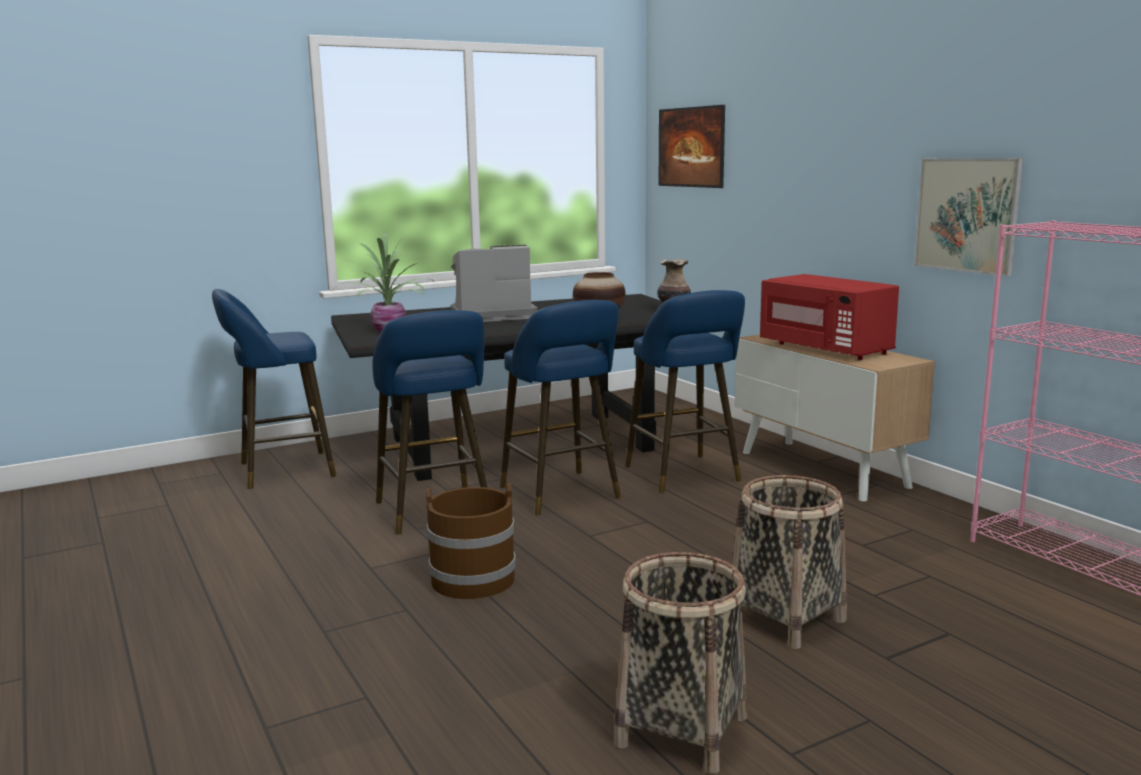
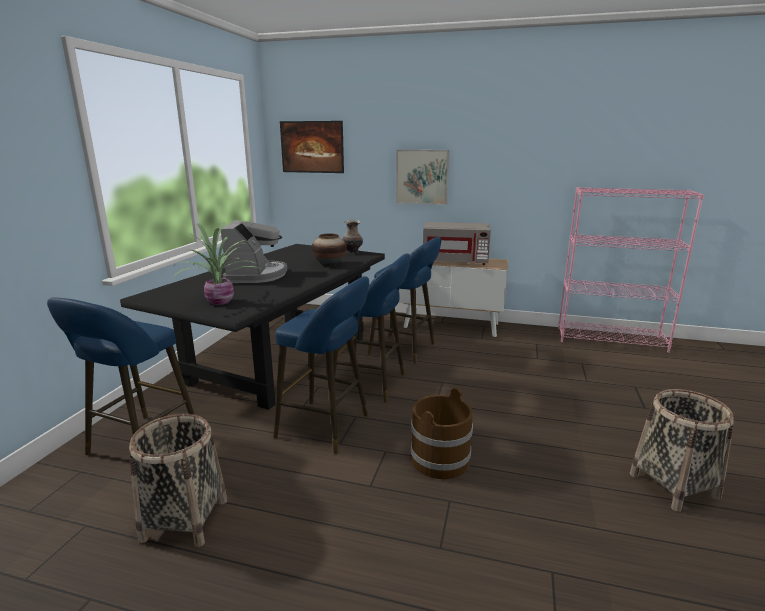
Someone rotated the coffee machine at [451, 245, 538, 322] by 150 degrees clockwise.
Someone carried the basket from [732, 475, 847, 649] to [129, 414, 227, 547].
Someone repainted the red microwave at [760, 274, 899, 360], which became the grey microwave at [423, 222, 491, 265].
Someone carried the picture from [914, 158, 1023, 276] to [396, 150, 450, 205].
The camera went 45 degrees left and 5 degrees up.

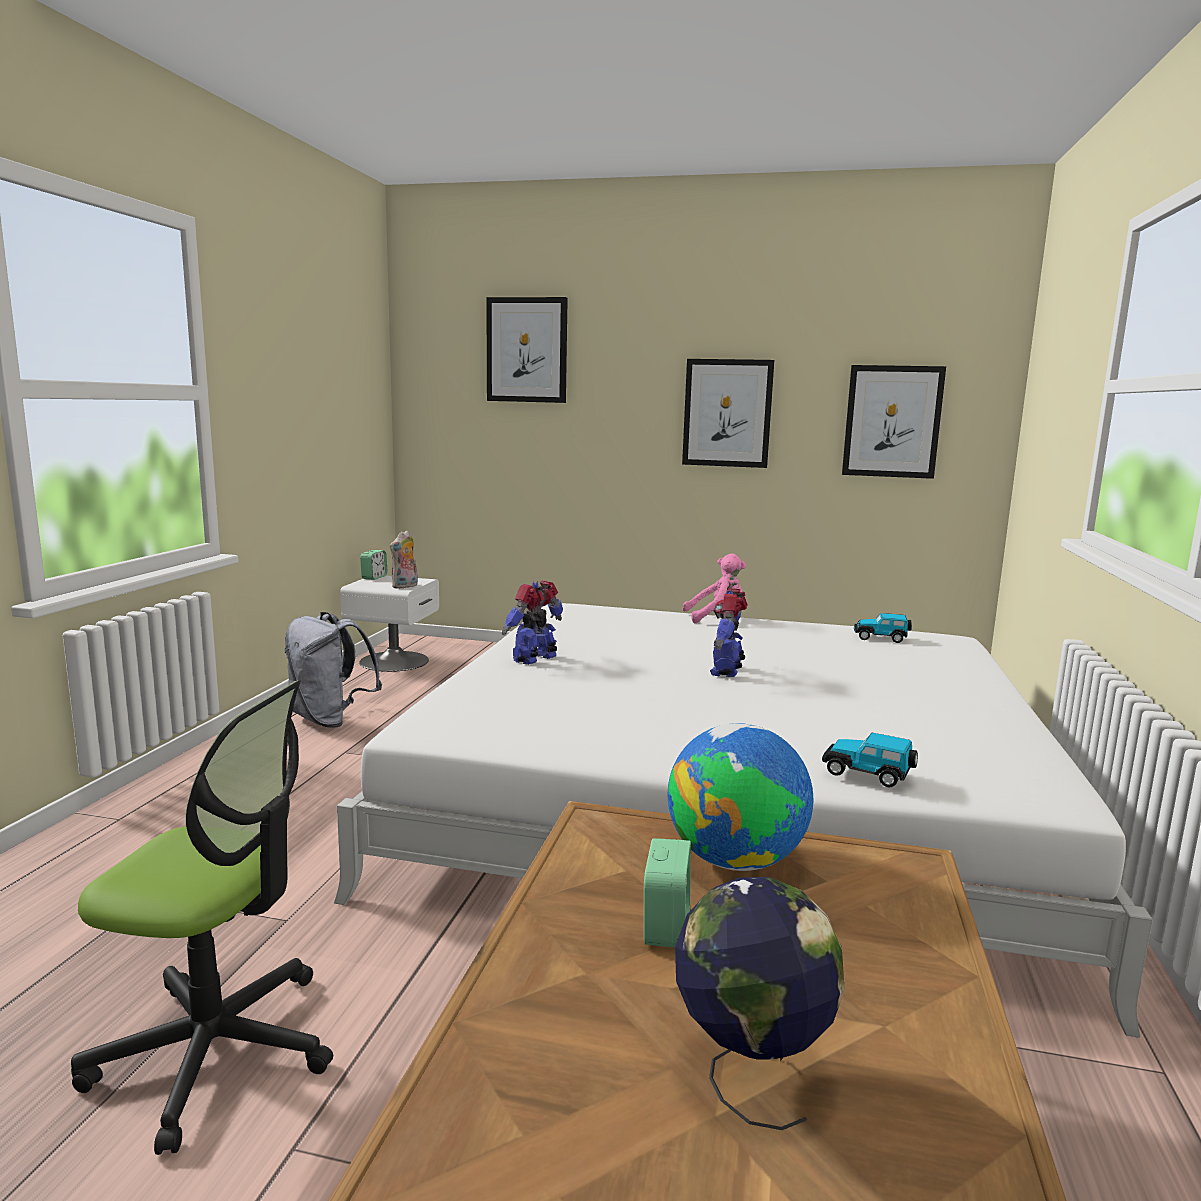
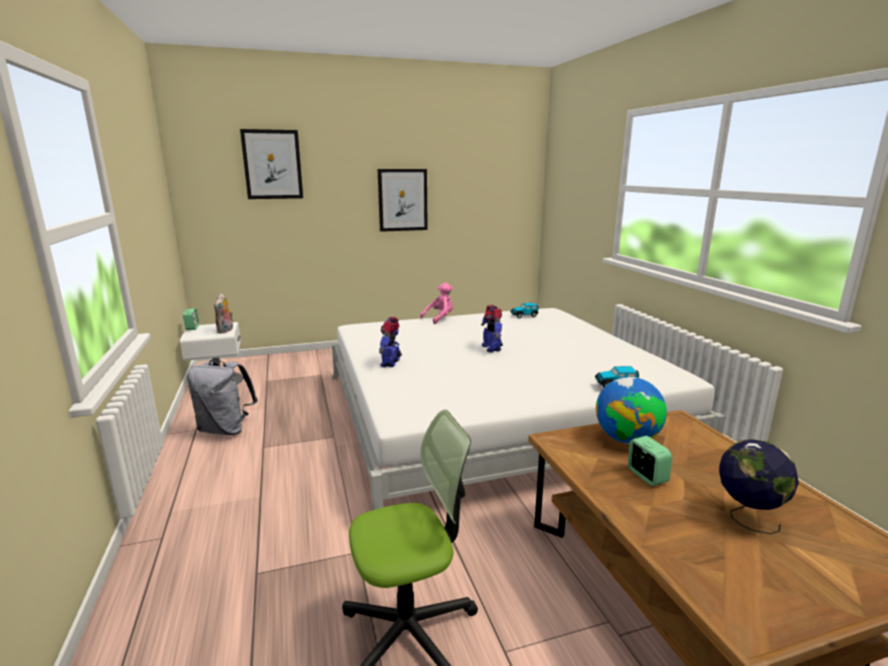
Someone took away the picture at [842, 365, 946, 479].
The camera went 30 degrees left and 5 degrees up.

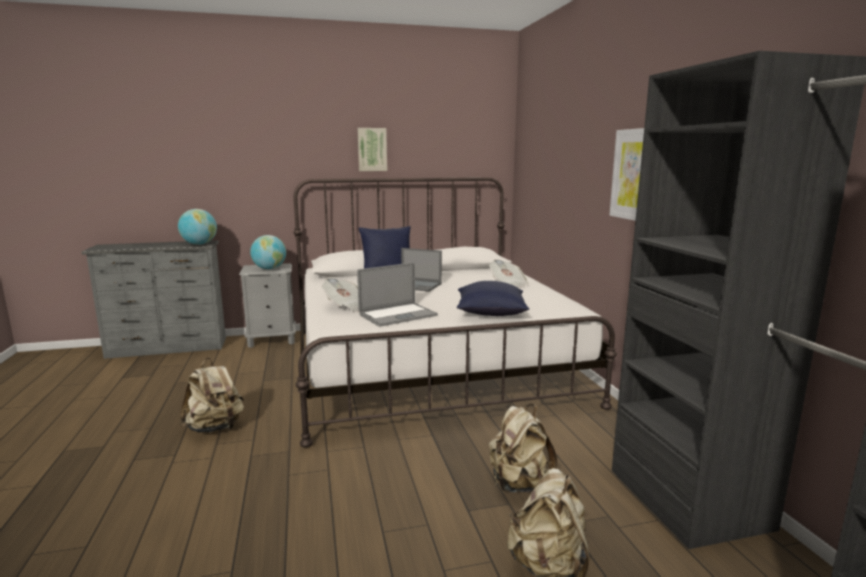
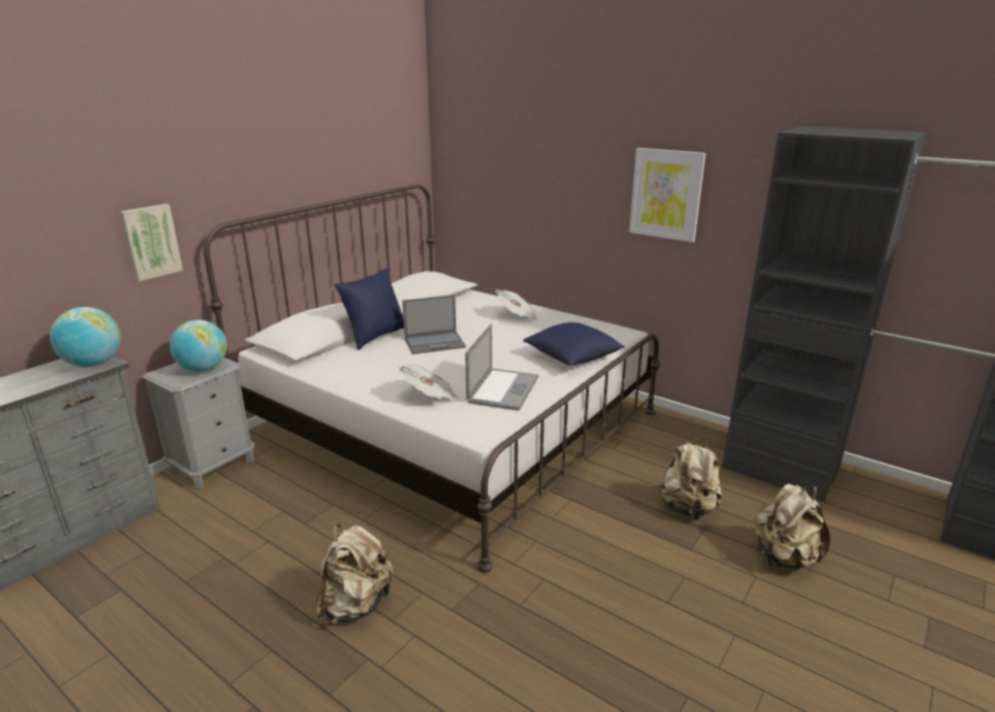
Someone carried the picture from [357, 128, 387, 171] to [119, 204, 183, 281].
The camera went 40 degrees left and 10 degrees up.

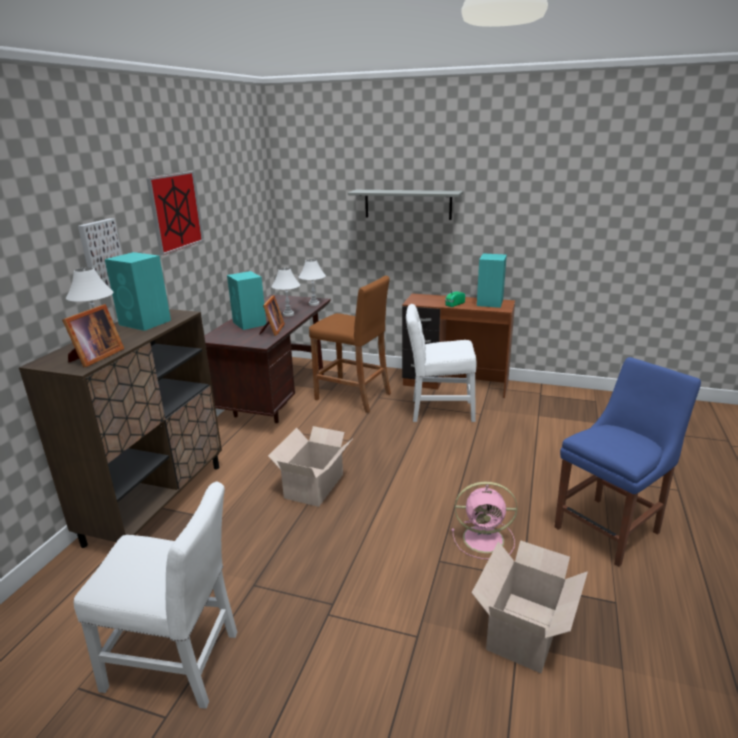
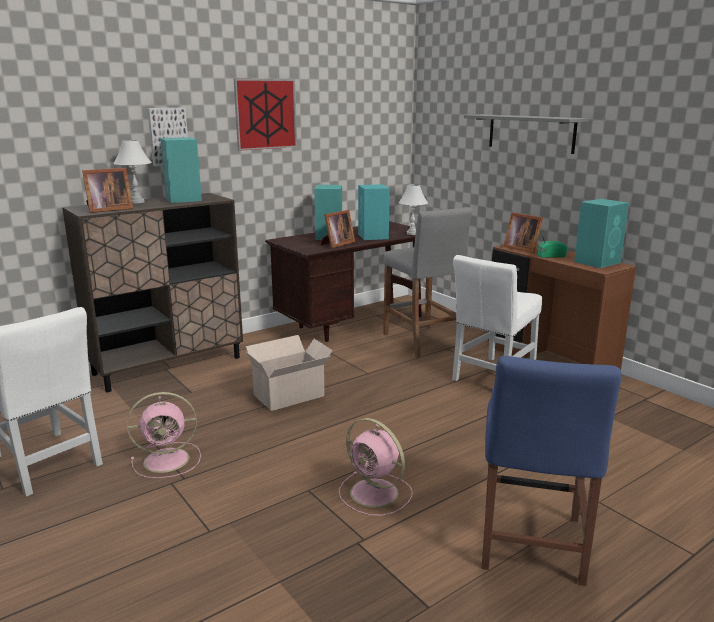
Someone swapped the white table lamp at [272, 268, 300, 317] for the turquoise speaker at [358, 184, 390, 240].
Someone repainted the brown stool at [309, 276, 391, 413], which became the grey stool at [383, 207, 472, 358].
Someone rotated the white chair at [406, 304, 477, 422] by 90 degrees counterclockwise.
Someone took away the cardboard box at [472, 540, 588, 674].
Someone rotated the blue chair at [555, 357, 701, 567] by 105 degrees clockwise.
Someone put down the pink fan at [127, 392, 201, 478].
Someone put down the picture frame at [503, 212, 543, 253].
The camera went 35 degrees right and 5 degrees down.

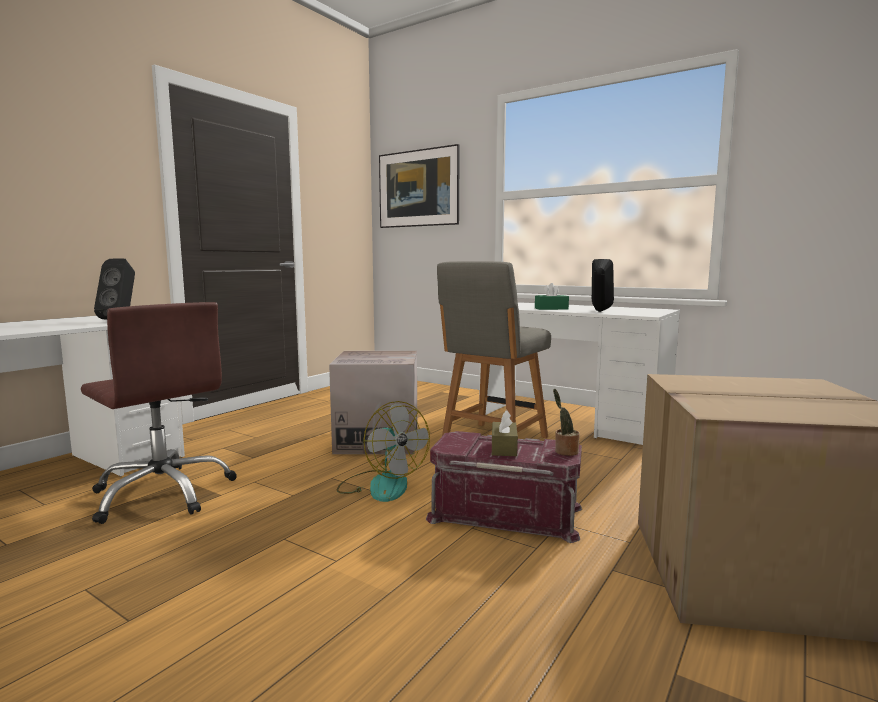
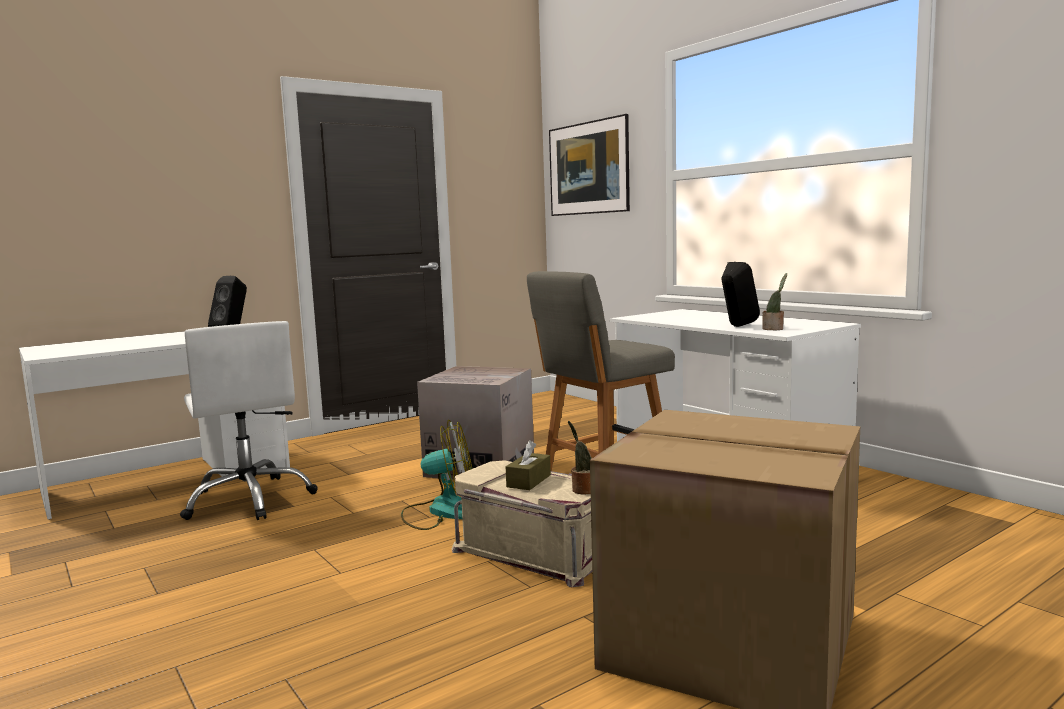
Someone repainted the brown office chair at [81, 302, 237, 524], which became the white office chair at [180, 321, 318, 520].
Someone rotated the fan at [337, 401, 430, 502] by 75 degrees counterclockwise.
Someone repainted the red storage box at [426, 431, 582, 543], which became the beige storage box at [452, 460, 592, 587].
Someone took away the green tissue box at [535, 283, 569, 310].
Someone put down the potted plant at [762, 273, 787, 330].
The camera went 20 degrees right and 0 degrees up.

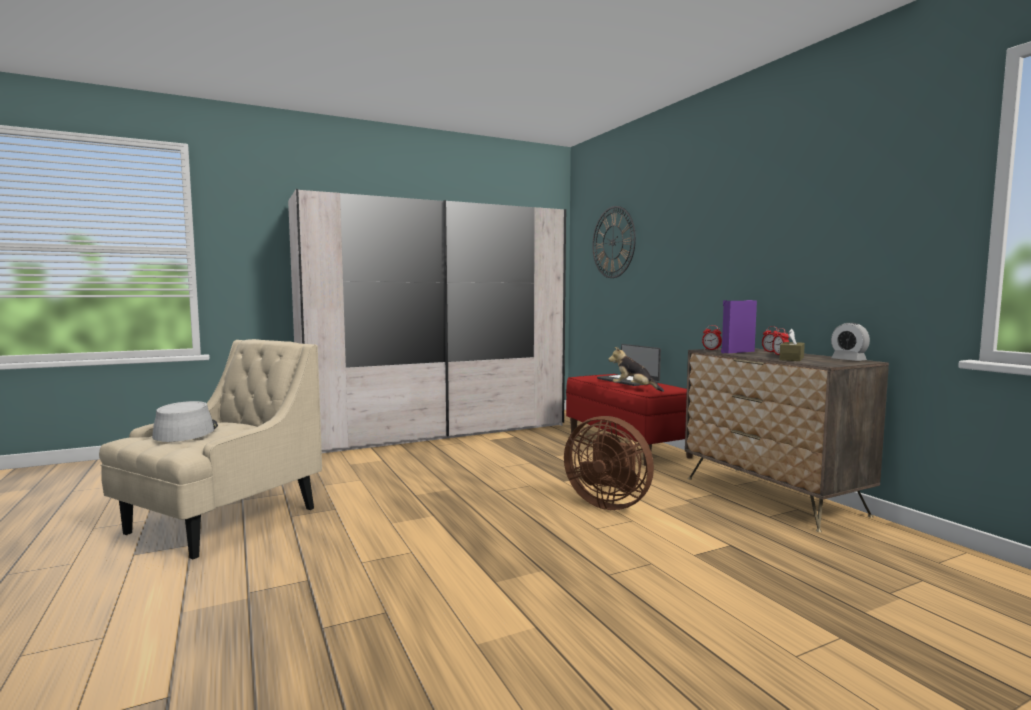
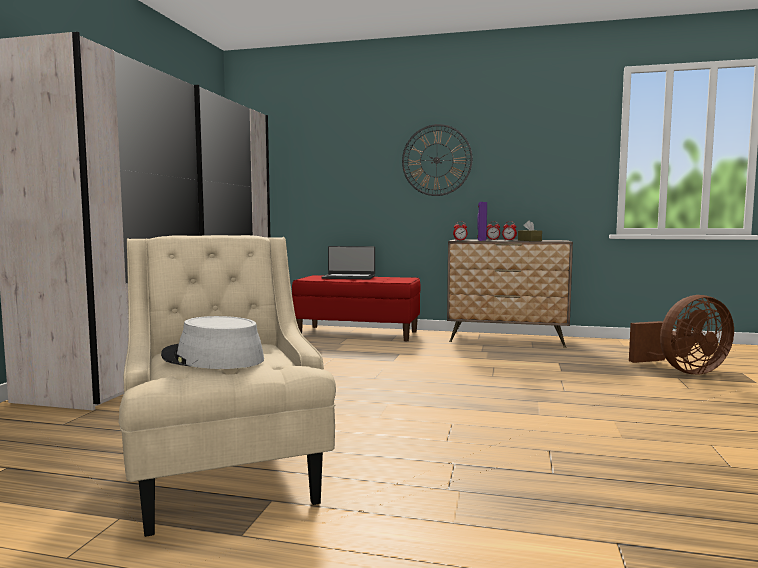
Someone carried the brown fan from [564, 416, 654, 510] to [629, 295, 734, 374].
Someone carried the wall clock from [593, 206, 636, 278] to [402, 124, 472, 196].
Someone took away the plush toy at [608, 347, 664, 392].
Someone took away the alarm clock at [831, 323, 870, 361].
The camera went 50 degrees left and 0 degrees up.

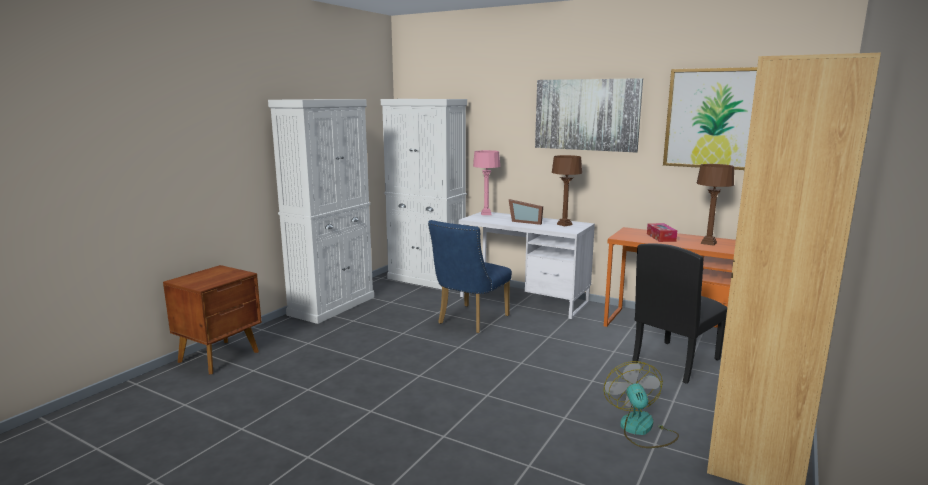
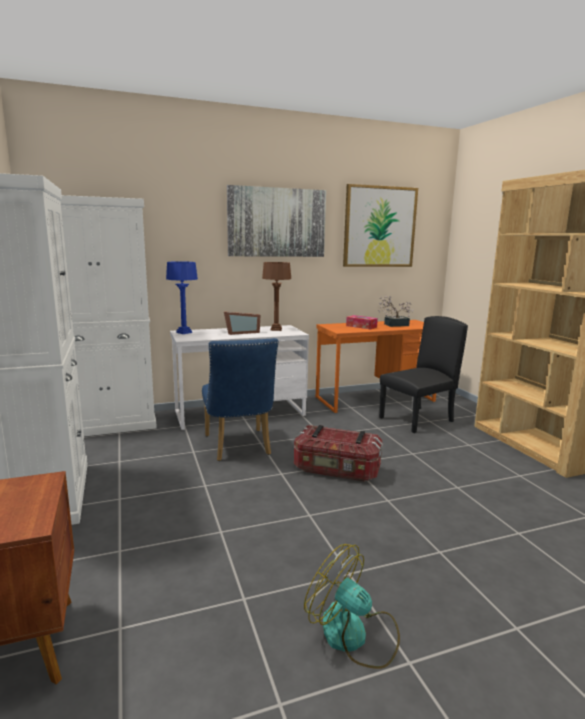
Someone repainted the pink table lamp at [473, 150, 500, 215], which became the blue table lamp at [166, 261, 198, 334].
Someone carried the fan from [604, 361, 679, 448] to [304, 544, 400, 669].
Someone rotated the black chair at [632, 243, 727, 384] by 120 degrees counterclockwise.
Someone swapped the brown table lamp at [697, 164, 734, 246] for the potted plant at [378, 296, 413, 327].
Someone put down the storage box at [294, 425, 383, 482].
The camera went 50 degrees left and 0 degrees up.

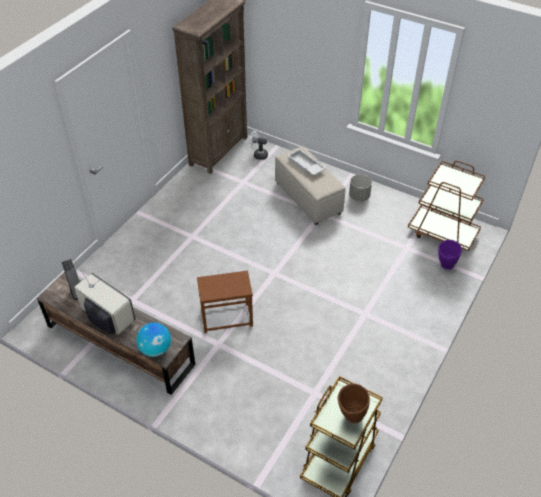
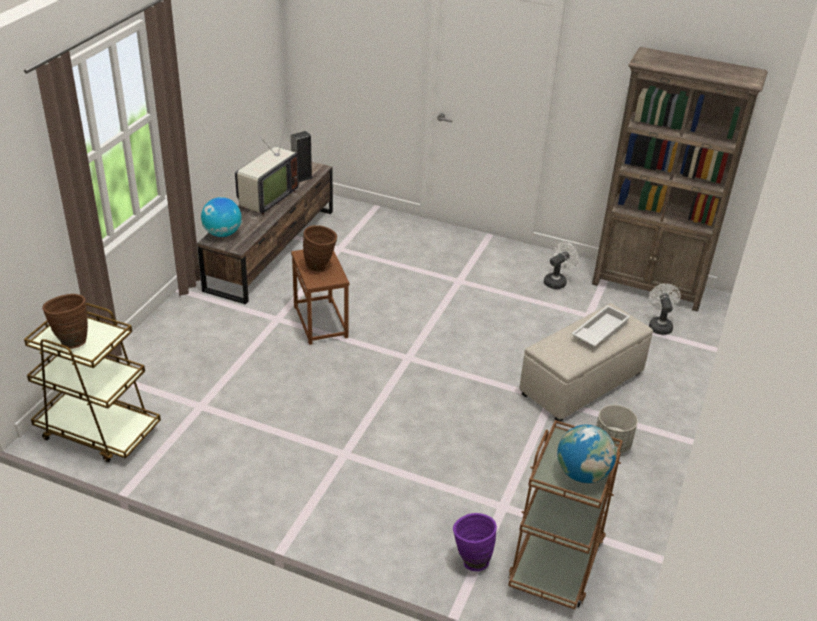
Someone put down the brown vase at [303, 225, 337, 272].
Someone put down the white fan at [544, 242, 578, 289].
Someone put down the globe at [557, 425, 616, 483].
The camera went 80 degrees right and 10 degrees down.

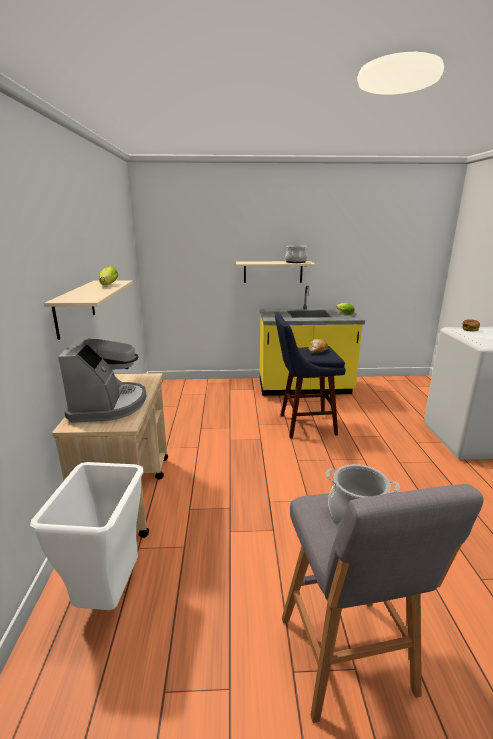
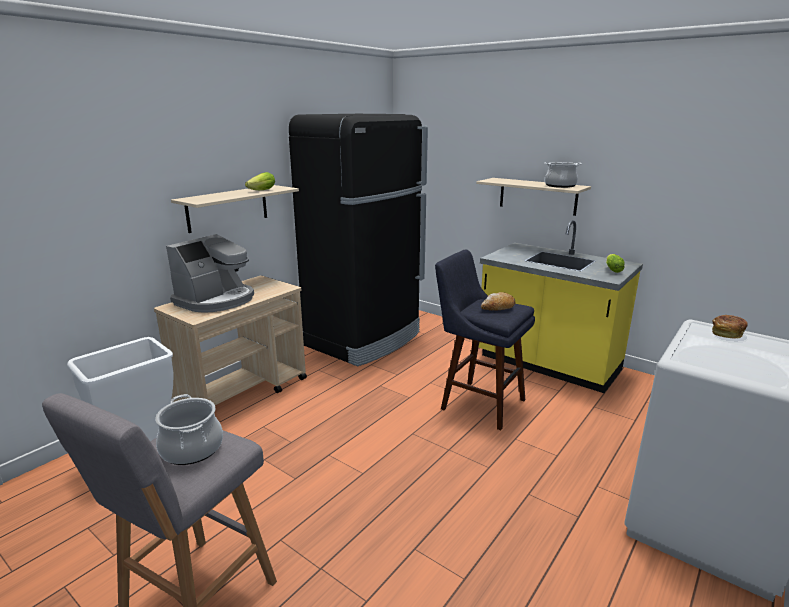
Someone put down the black fridge at [289, 114, 428, 366].
The camera went 40 degrees right and 0 degrees up.

